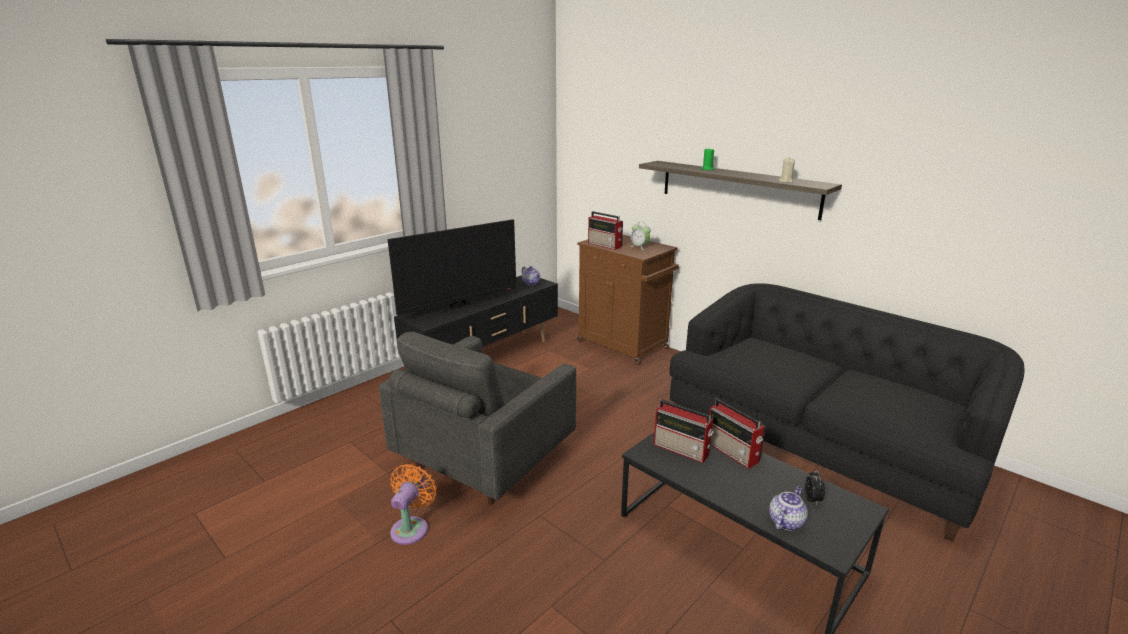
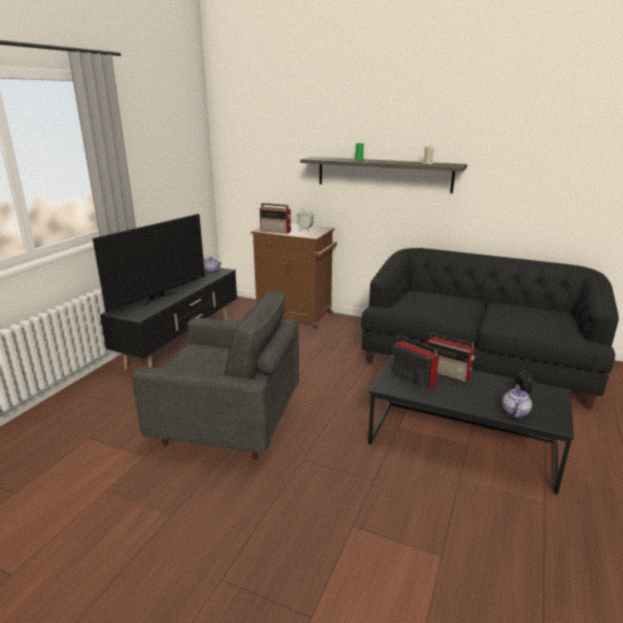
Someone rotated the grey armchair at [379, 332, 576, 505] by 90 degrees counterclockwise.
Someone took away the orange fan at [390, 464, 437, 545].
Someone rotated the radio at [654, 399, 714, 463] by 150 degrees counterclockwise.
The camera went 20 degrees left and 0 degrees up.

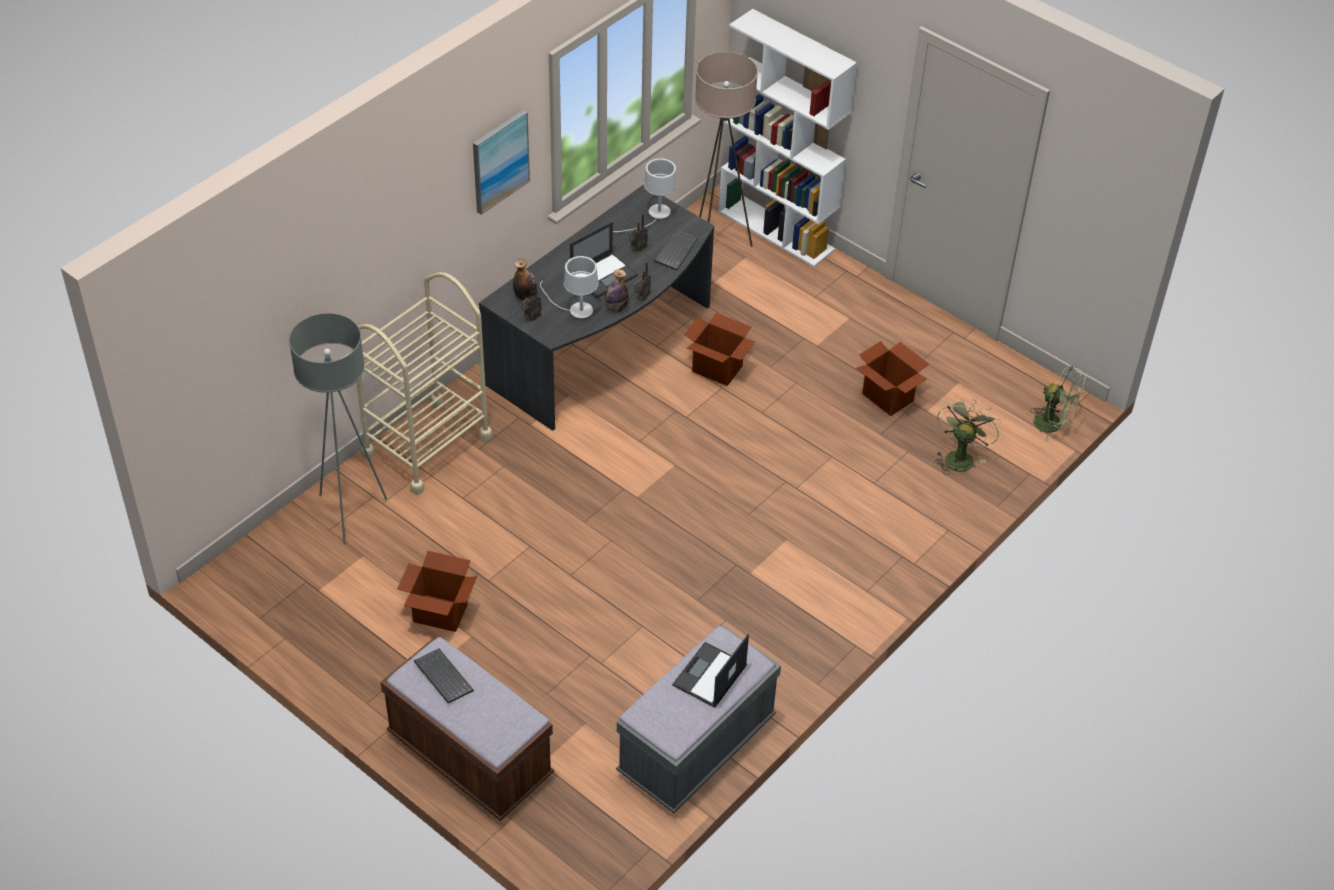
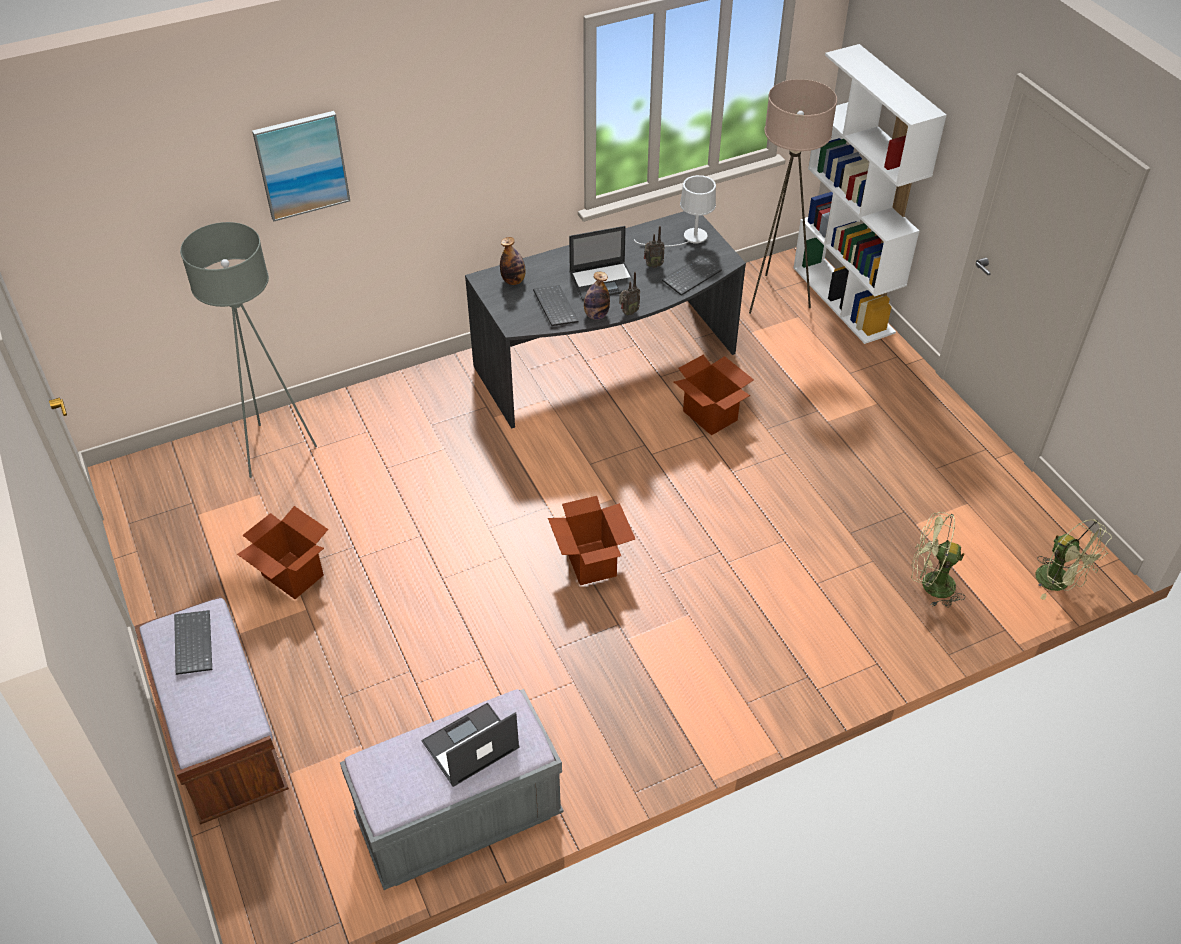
Someone took away the beige cart at [352, 272, 493, 495].
Someone carried the picture from [473, 110, 530, 215] to [252, 111, 350, 222].
Someone took away the radio at [522, 283, 542, 321].
Someone swapped the white table lamp at [540, 256, 599, 319] for the keyboard at [533, 285, 578, 326].
Someone carried the cardboard box from [856, 341, 929, 416] to [548, 496, 635, 585].
Someone rotated the green fan at [935, 397, 1001, 475] by 120 degrees counterclockwise.
The camera went 25 degrees right and 0 degrees up.

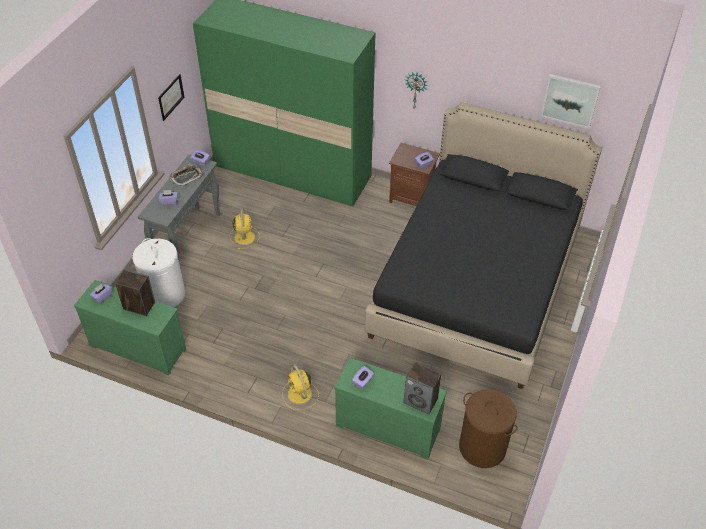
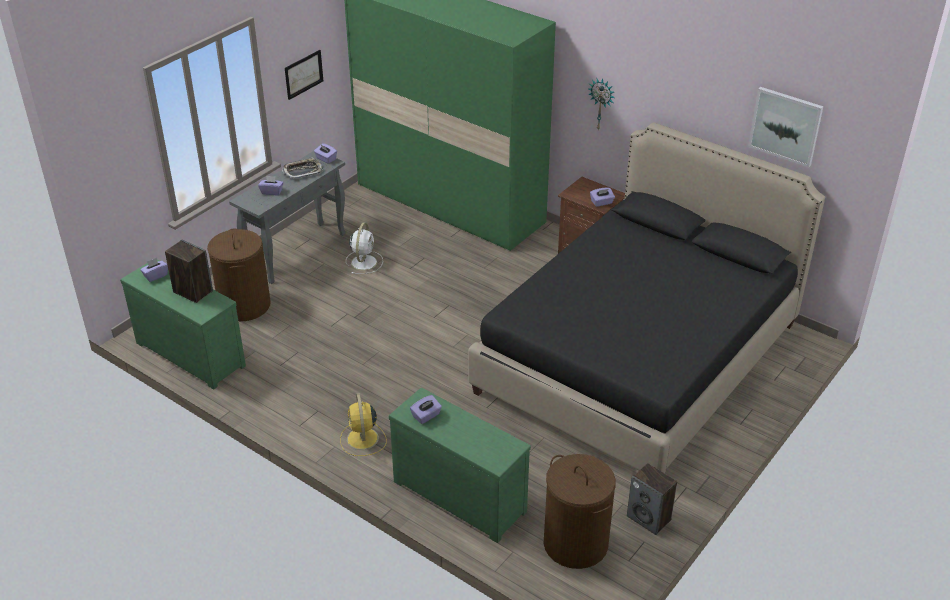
Someone repainted the white laundry basket at [132, 238, 185, 307], which became the brown laundry basket at [207, 228, 271, 321].
Someone repainted the yellow fan at [229, 208, 260, 250], which became the white fan at [346, 223, 383, 274].
Someone carried the speaker from [404, 362, 441, 415] to [627, 463, 677, 535].
The camera went 15 degrees right and 10 degrees down.

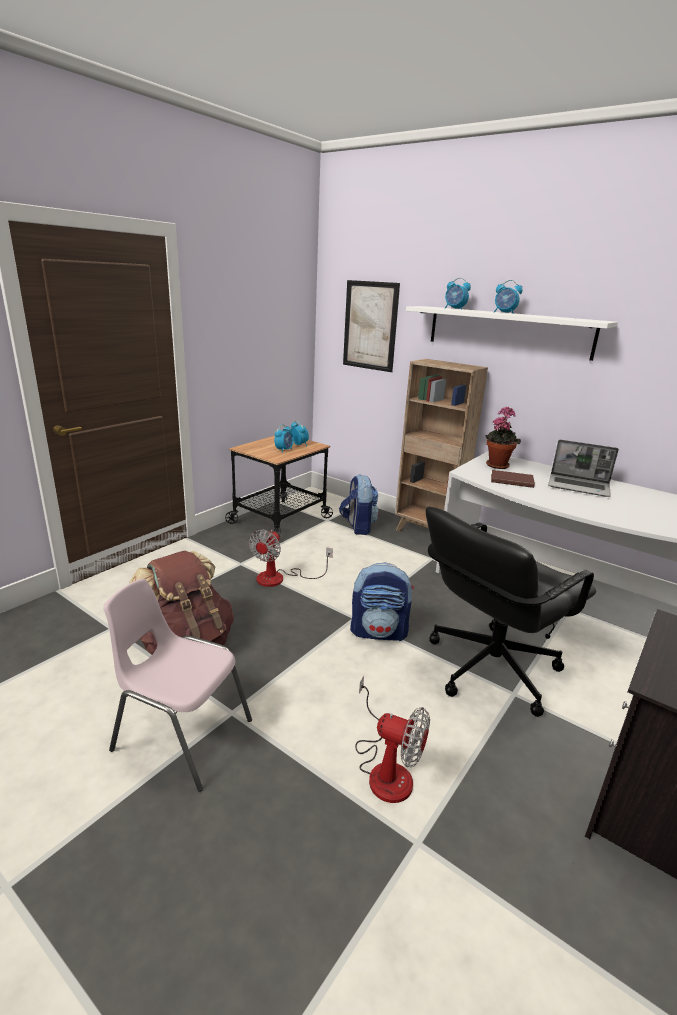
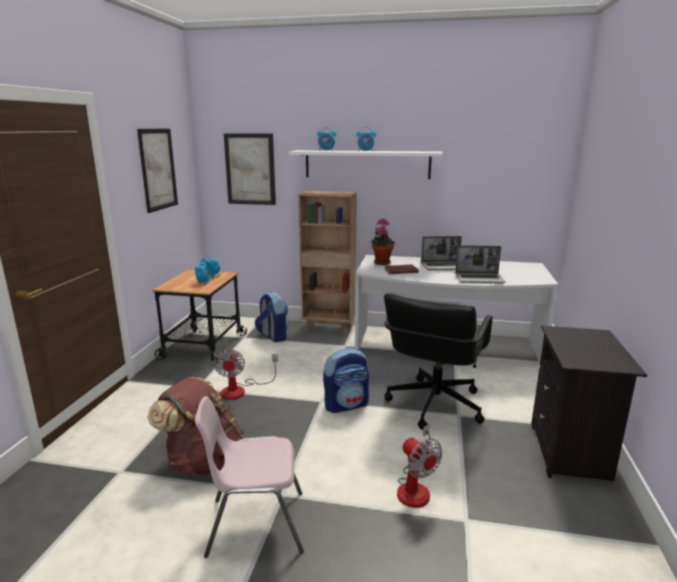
Someone rotated the fan at [355, 676, 430, 803] by 60 degrees clockwise.
Someone put up the picture at [137, 129, 178, 213].
Someone put down the laptop at [455, 245, 505, 283].
The camera went 25 degrees left and 5 degrees down.

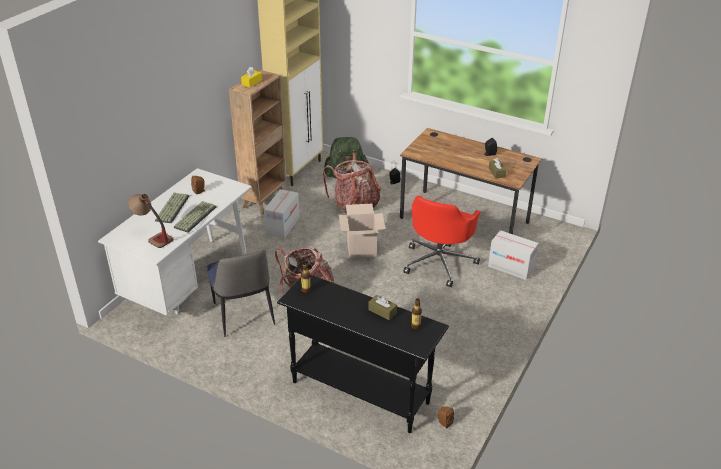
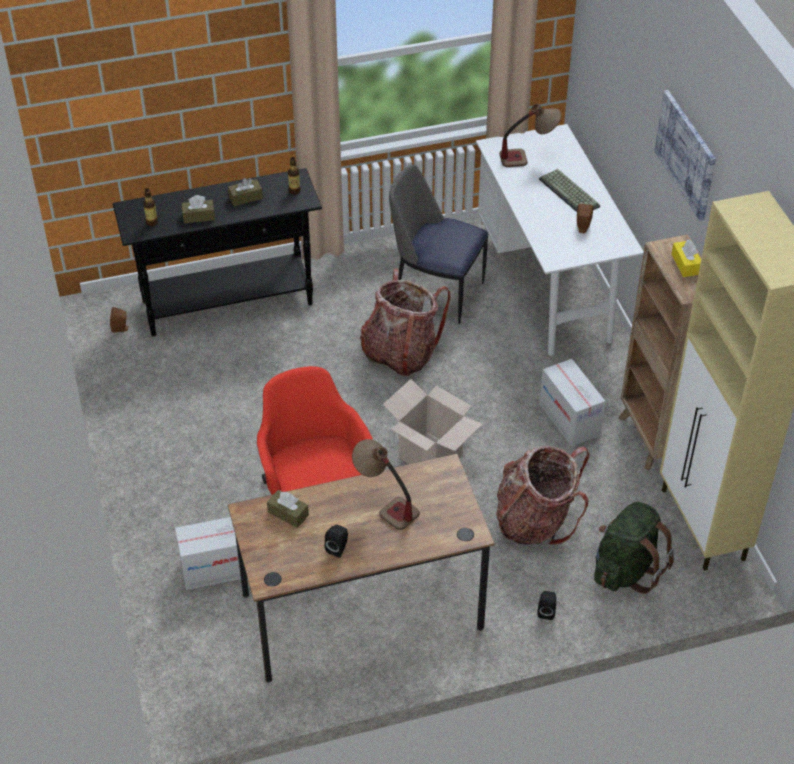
Someone took away the keyboard at [174, 201, 217, 233].
Someone put down the brown tissue box at [228, 178, 263, 206].
Someone put down the table lamp at [352, 439, 420, 530].
Someone put up the picture at [654, 90, 716, 221].
The camera went 135 degrees right and 10 degrees up.

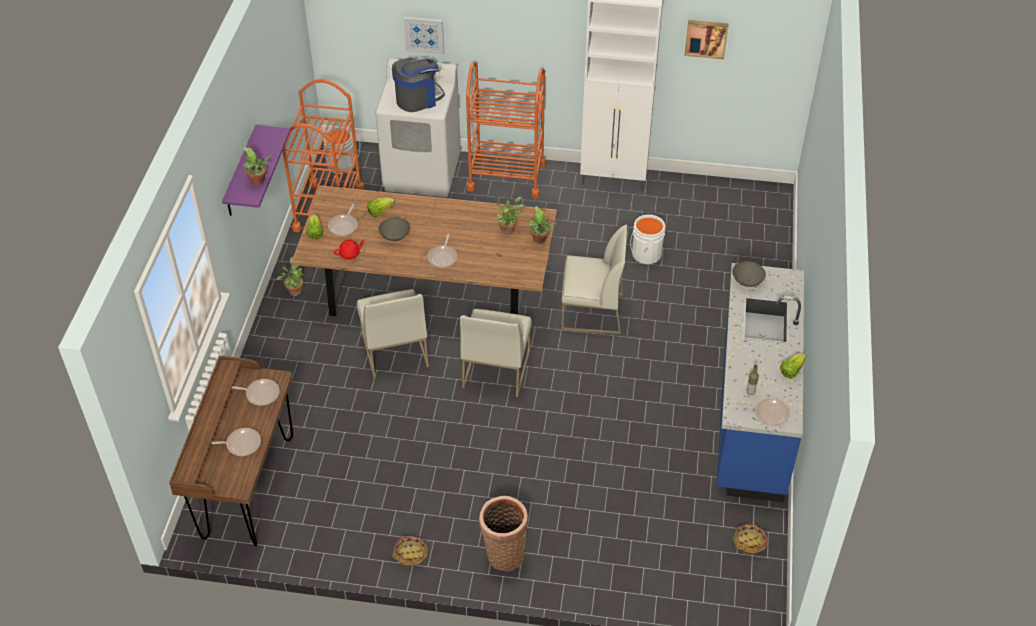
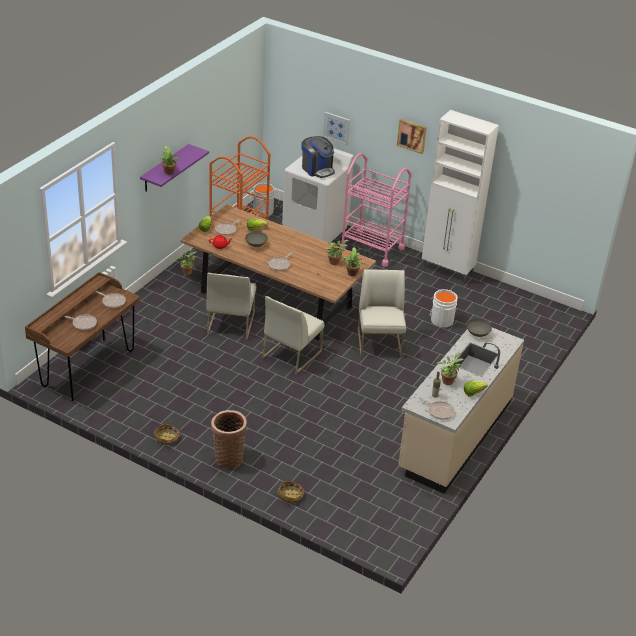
Someone rotated the coffee machine at [392, 58, 445, 112] by 60 degrees clockwise.
Someone repainted the orange cart at [466, 62, 546, 198], which became the pink cart at [339, 153, 411, 267].
Someone rotated the white chair at [562, 225, 627, 334] by 120 degrees counterclockwise.
Someone carried the picture from [684, 20, 729, 59] to [397, 119, 427, 154].
Someone repainted the blue counter at [716, 263, 804, 502], which became the beige counter at [398, 328, 524, 494].
Someone carried the basket from [733, 524, 769, 555] to [277, 481, 304, 503].
Someone put down the potted plant at [437, 352, 464, 385].
The camera went 20 degrees right and 10 degrees down.

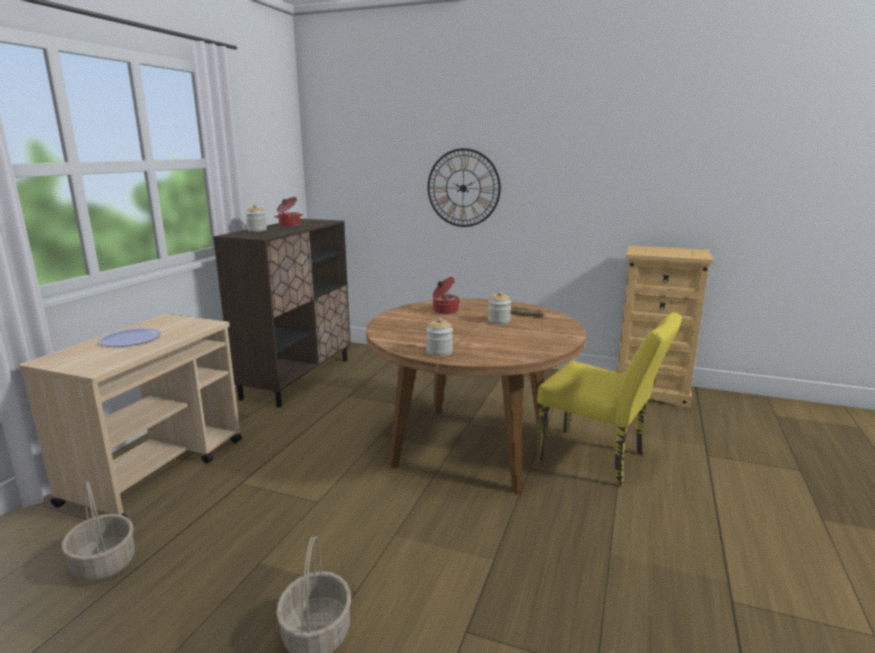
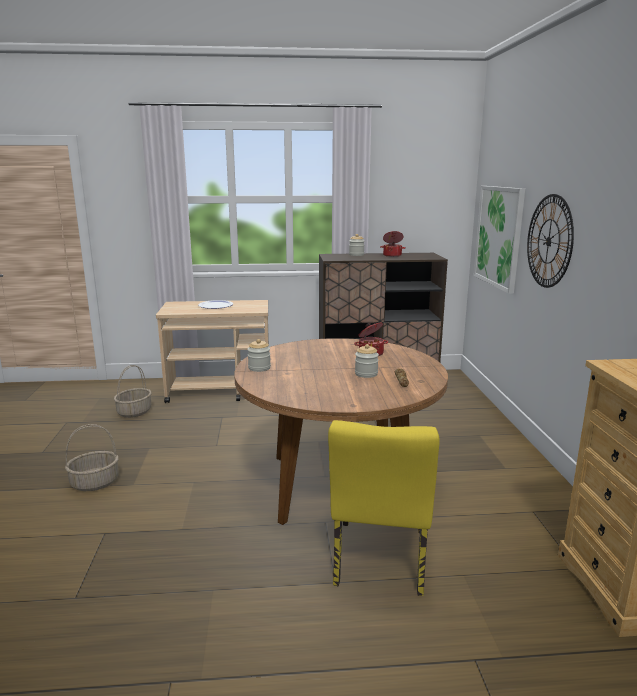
Someone put up the picture at [473, 186, 525, 294].
The camera went 65 degrees right and 0 degrees up.

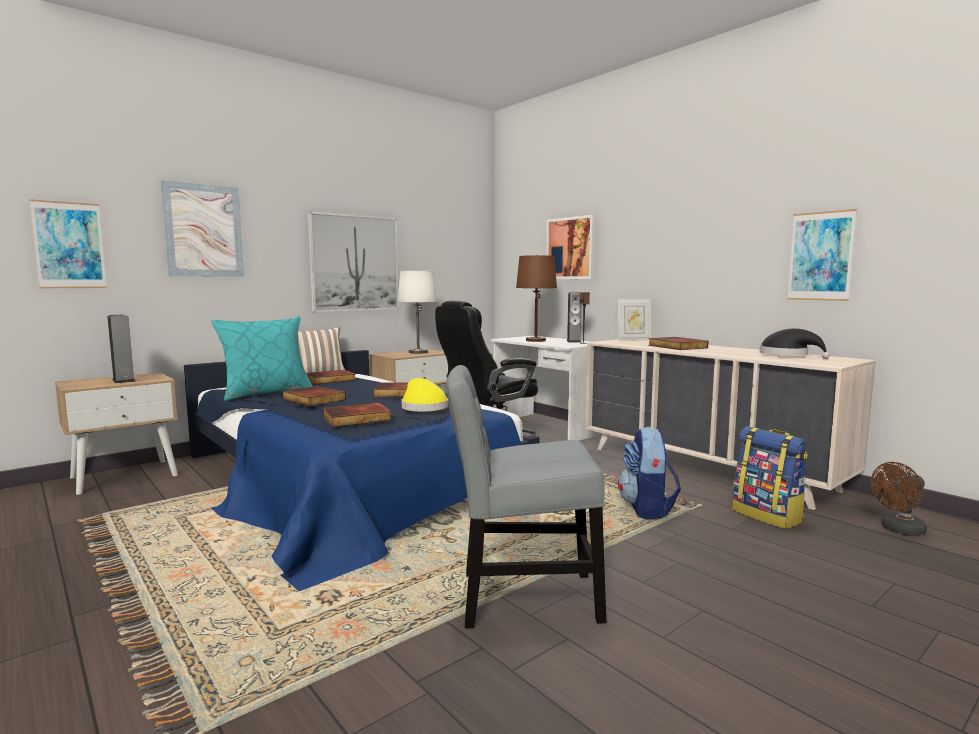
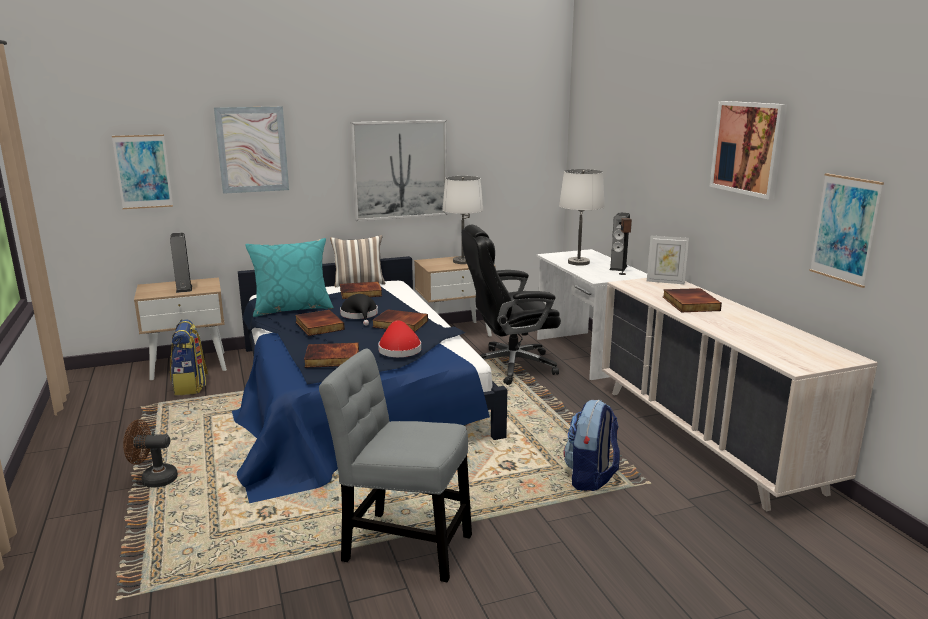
Someone repainted the yellow hat at [402, 378, 448, 412], which became the red hat at [378, 320, 421, 357].
Someone repainted the brown table lamp at [516, 255, 557, 342], which became the white table lamp at [559, 169, 605, 266].
Someone carried the picture from [546, 215, 595, 279] to [709, 101, 787, 200].
Someone carried the backpack from [732, 426, 808, 529] to [170, 319, 208, 396].
Someone carried the black hat from [760, 329, 830, 359] to [340, 294, 378, 326].
Someone carried the brown fan from [871, 462, 927, 536] to [123, 419, 178, 487].
The camera went 20 degrees right and 10 degrees up.

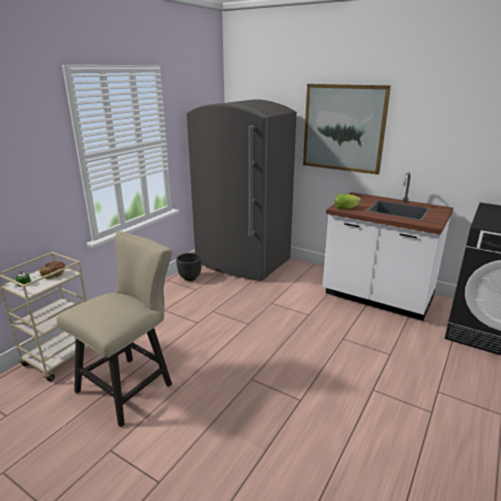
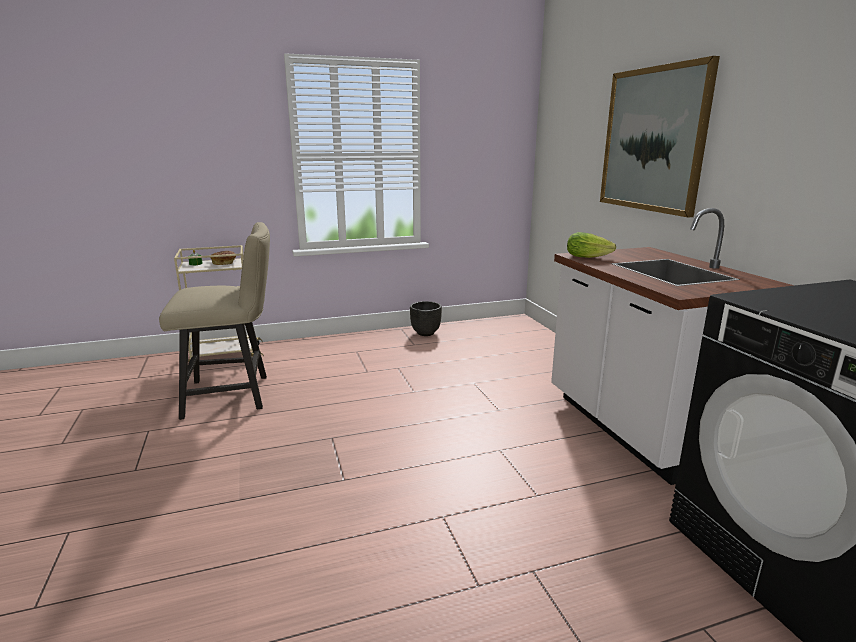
Someone took away the grey fridge at [187, 99, 297, 281].
The camera went 40 degrees right and 5 degrees down.

